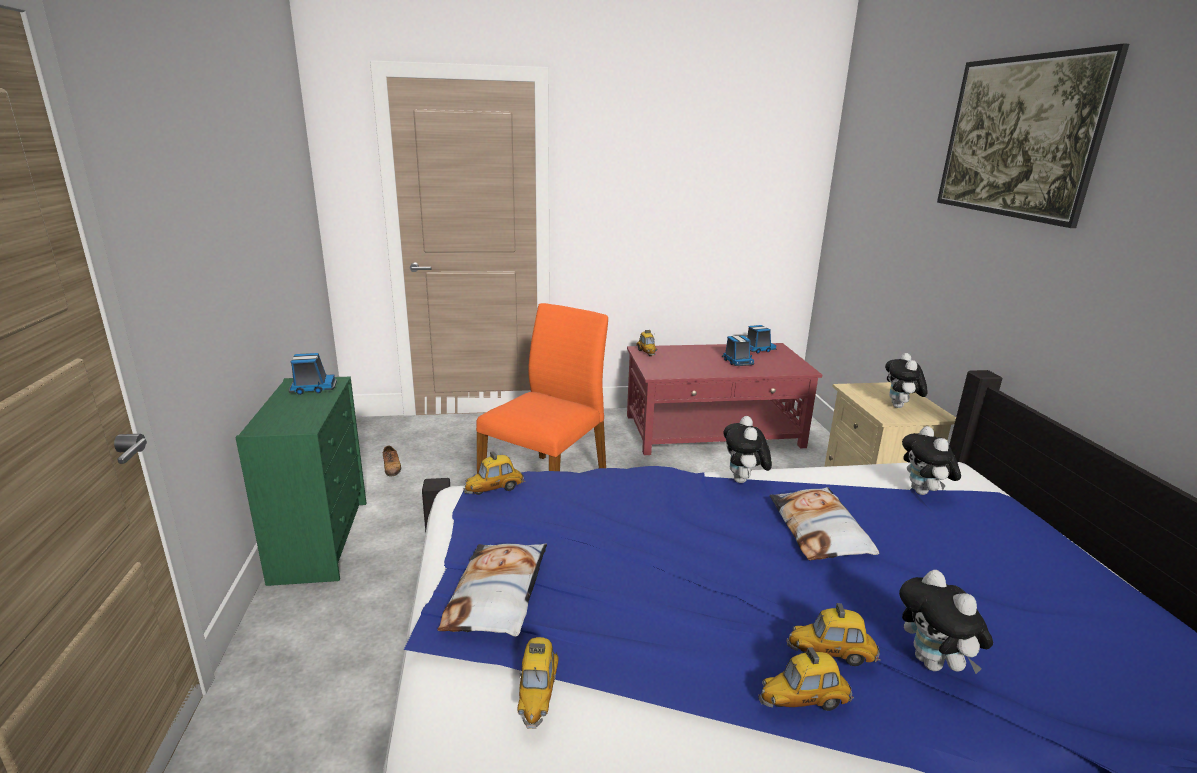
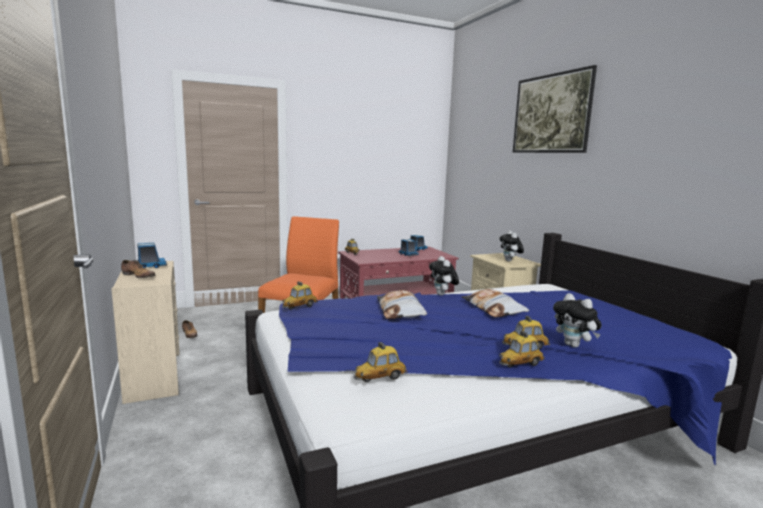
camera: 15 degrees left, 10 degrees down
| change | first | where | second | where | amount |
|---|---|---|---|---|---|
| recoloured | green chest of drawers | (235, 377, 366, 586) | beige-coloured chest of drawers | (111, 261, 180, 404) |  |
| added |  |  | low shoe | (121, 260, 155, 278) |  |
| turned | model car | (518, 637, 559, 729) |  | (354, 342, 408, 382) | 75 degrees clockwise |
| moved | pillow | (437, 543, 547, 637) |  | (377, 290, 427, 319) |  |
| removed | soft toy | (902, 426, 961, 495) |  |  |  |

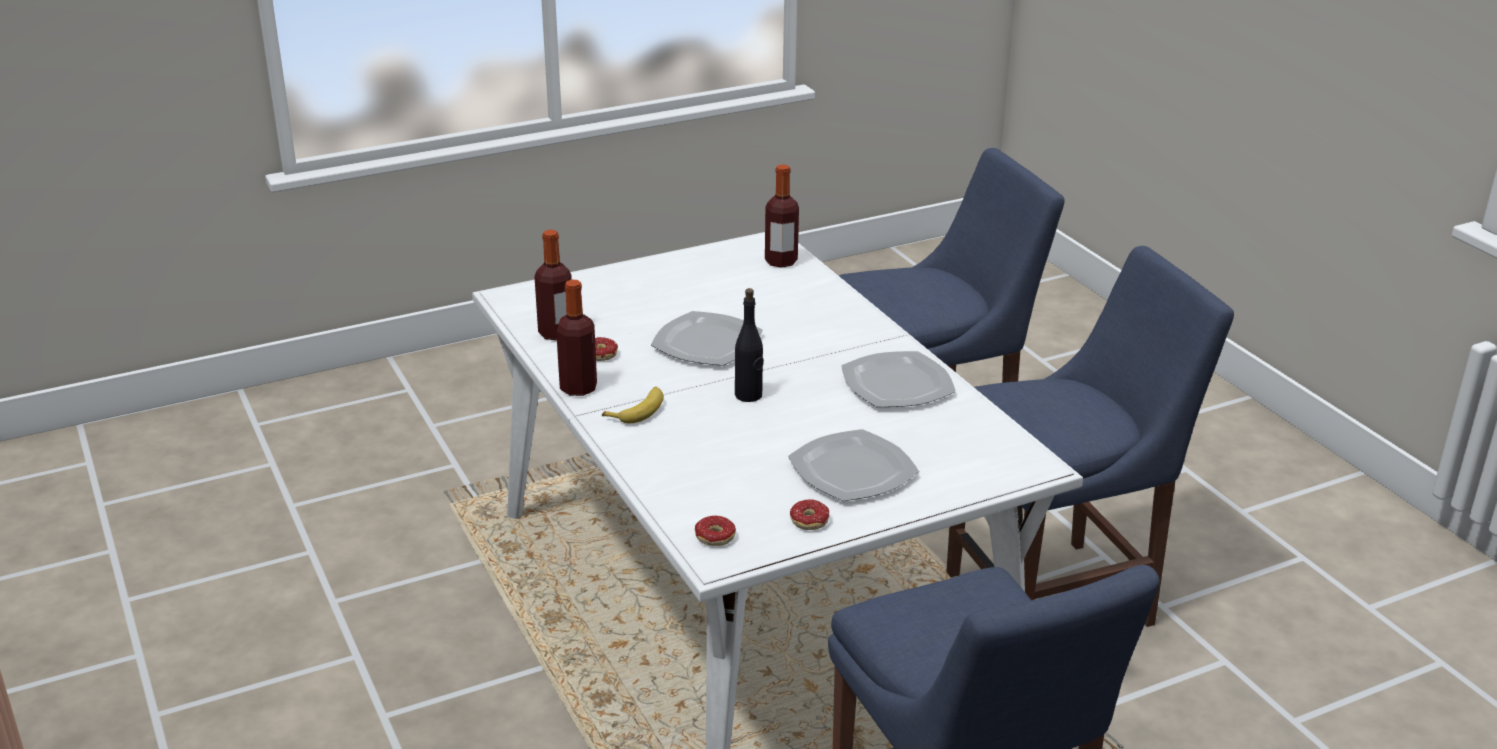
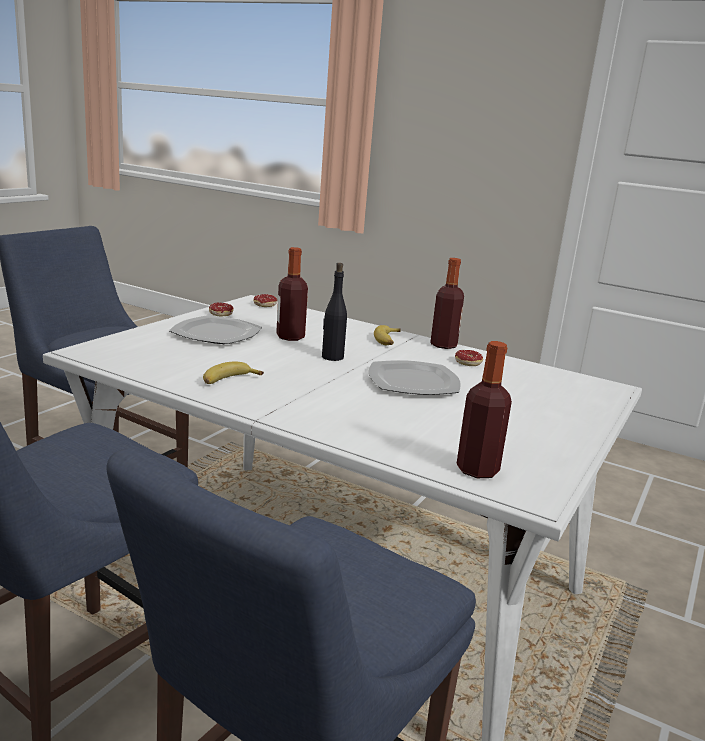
camera: 145 degrees right, 10 degrees down
| change | first | where | second | where | amount |
|---|---|---|---|---|---|
| replaced | flat dish | (841, 351, 956, 407) | banana fruit | (203, 362, 264, 384) |  |
| moved | beverage bottle | (534, 230, 572, 341) |  | (276, 247, 308, 341) |  |

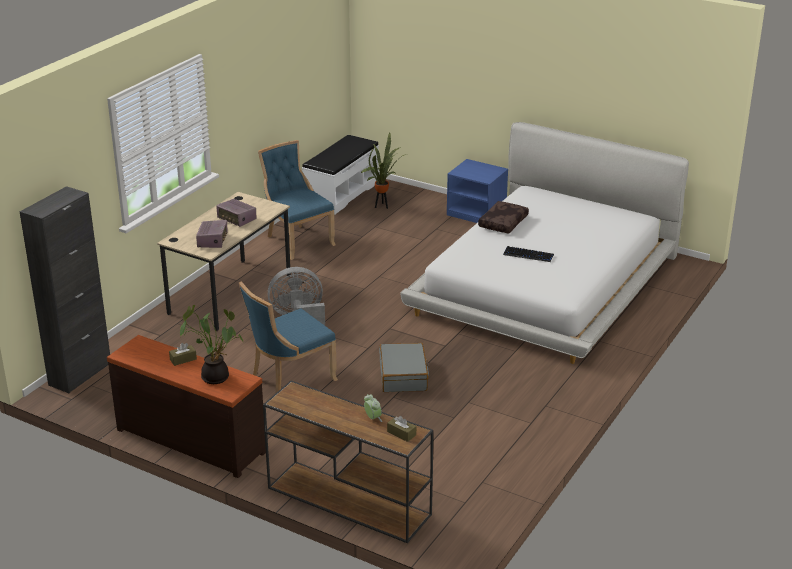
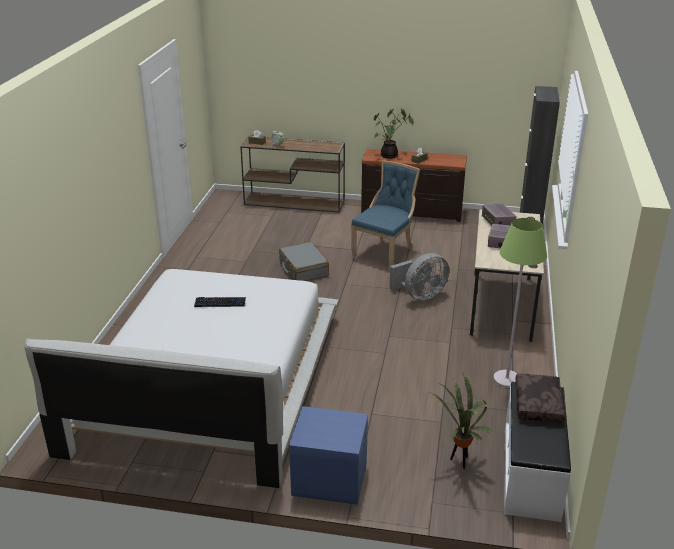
camera: 160 degrees right, 0 degrees up
| change | first | where | second | where | amount |
|---|---|---|---|---|---|
| replaced | blue-coloured upright chair | (258, 140, 336, 260) | green standard lamp | (494, 218, 547, 388) |  |
| moved | brownish pillow | (478, 201, 529, 233) |  | (515, 373, 565, 423) |  |

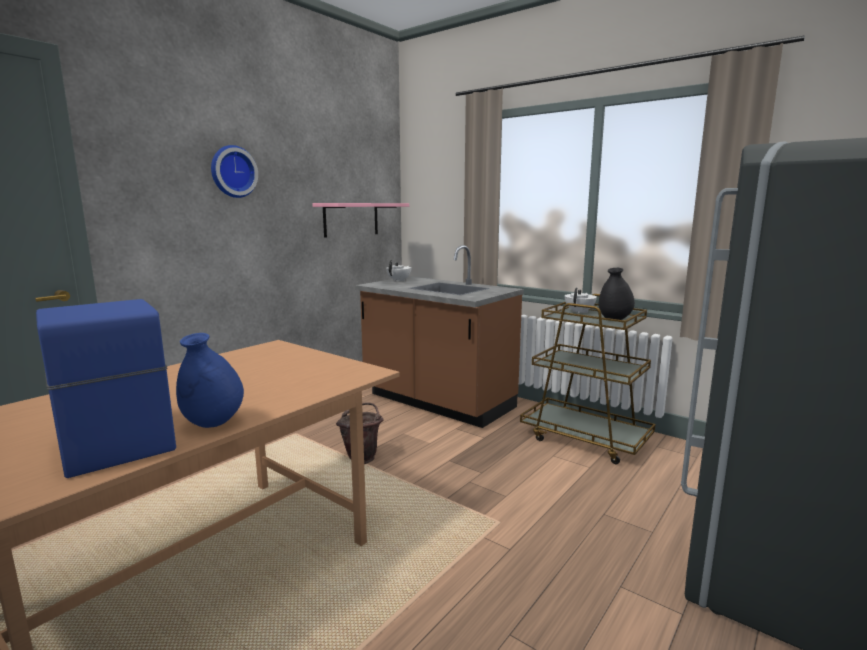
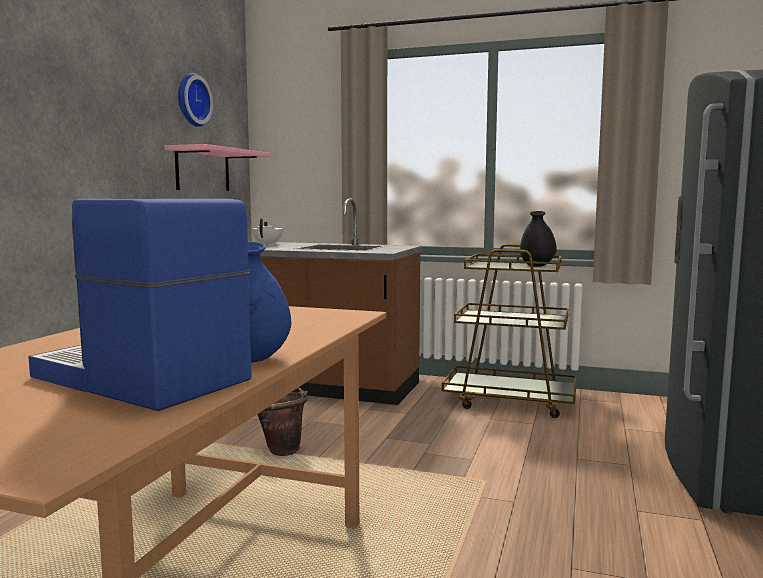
camera: 20 degrees left, 5 degrees down
| change | first | where | second | where | amount |
|---|---|---|---|---|---|
| moved | clock on the wall | (211, 145, 258, 198) |  | (178, 73, 213, 127) |  |
| removed | white teapot | (565, 288, 597, 314) |  |  |  |

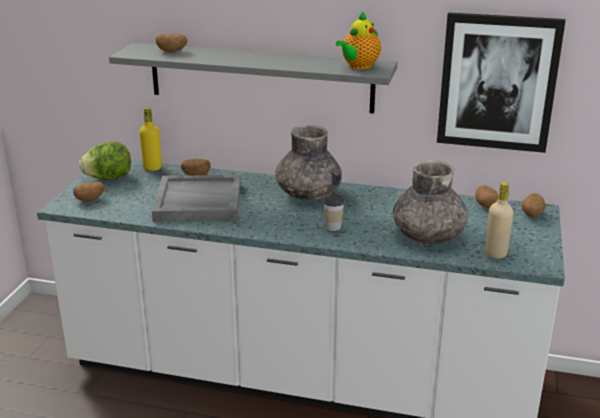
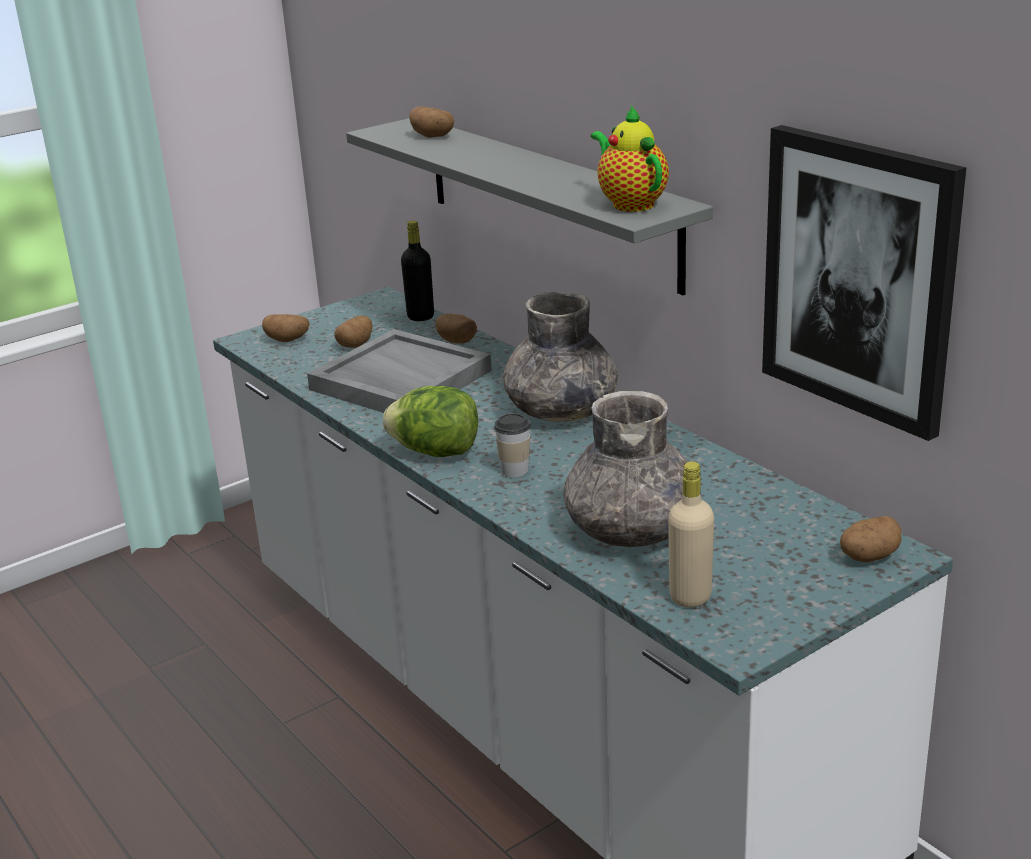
camera: 40 degrees right, 0 degrees up
| change | first | where | second | where | amount |
|---|---|---|---|---|---|
| moved | whole potato | (475, 186, 498, 208) |  | (334, 316, 373, 348) |  |
| moved | lettuce head | (79, 142, 131, 180) |  | (383, 386, 478, 457) |  |
| recoloured | yellowish beverage bottle | (139, 108, 162, 171) | black-coloured beverage bottle | (401, 220, 434, 321) |  |
| turned | teapot | (336, 12, 381, 69) |  | (591, 105, 669, 212) | 75 degrees clockwise |

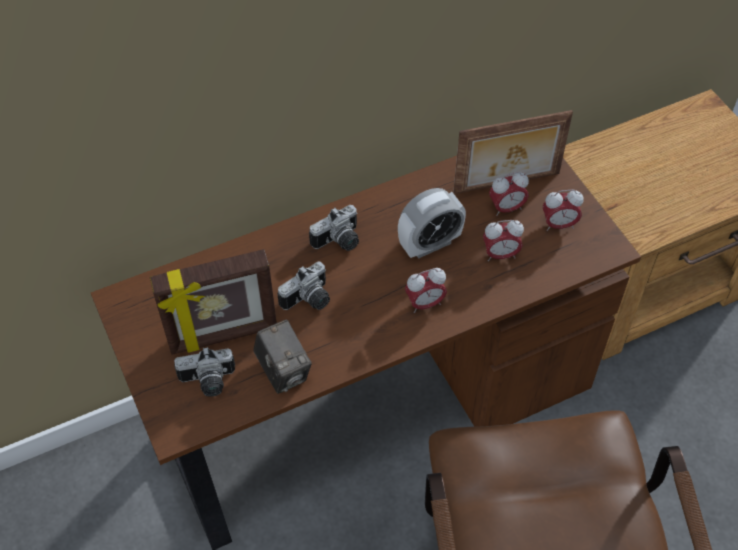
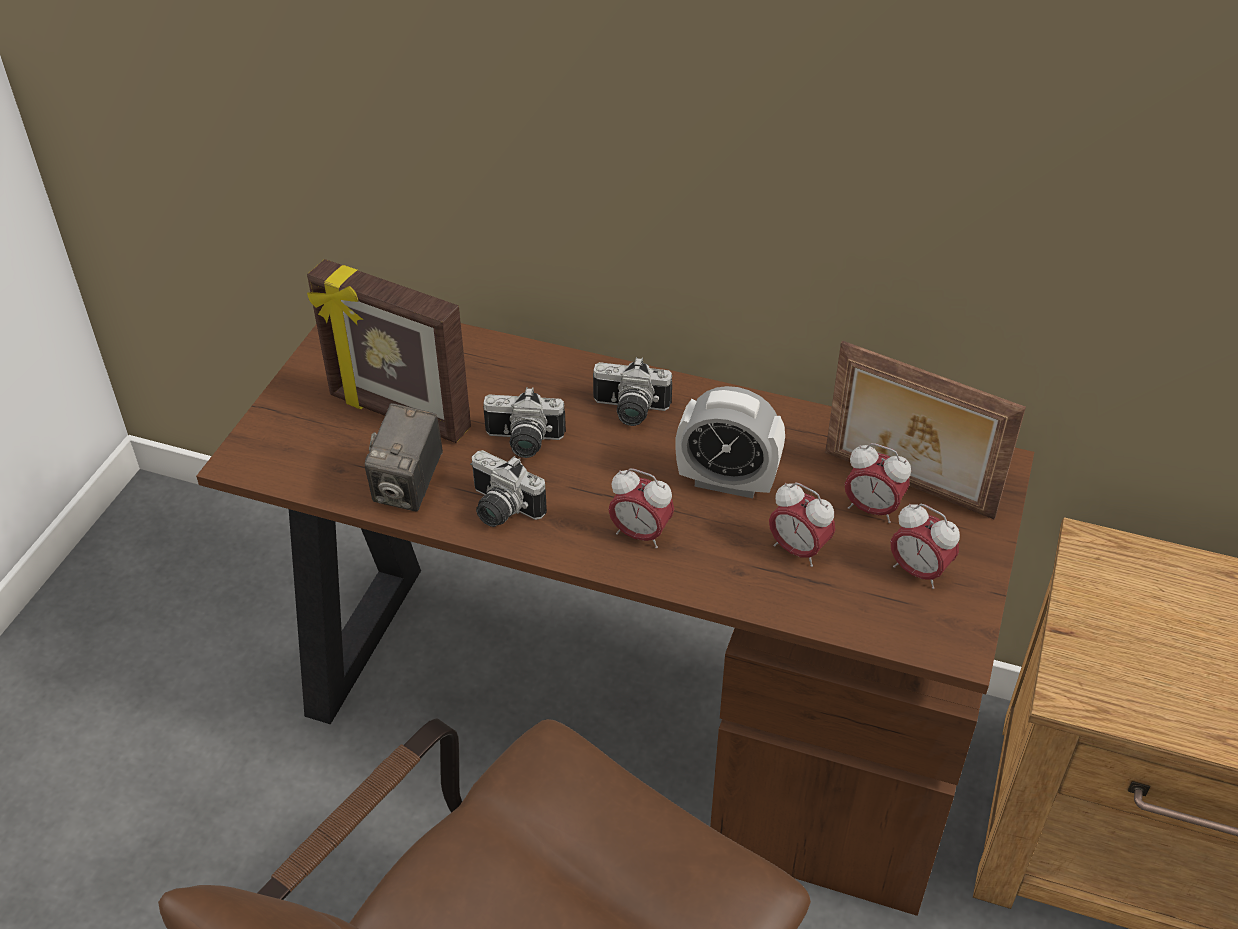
camera: 45 degrees right, 10 degrees down
| change | first | where | second | where | amount |
|---|---|---|---|---|---|
| moved | still camera | (174, 347, 235, 397) |  | (470, 450, 547, 527) |  |

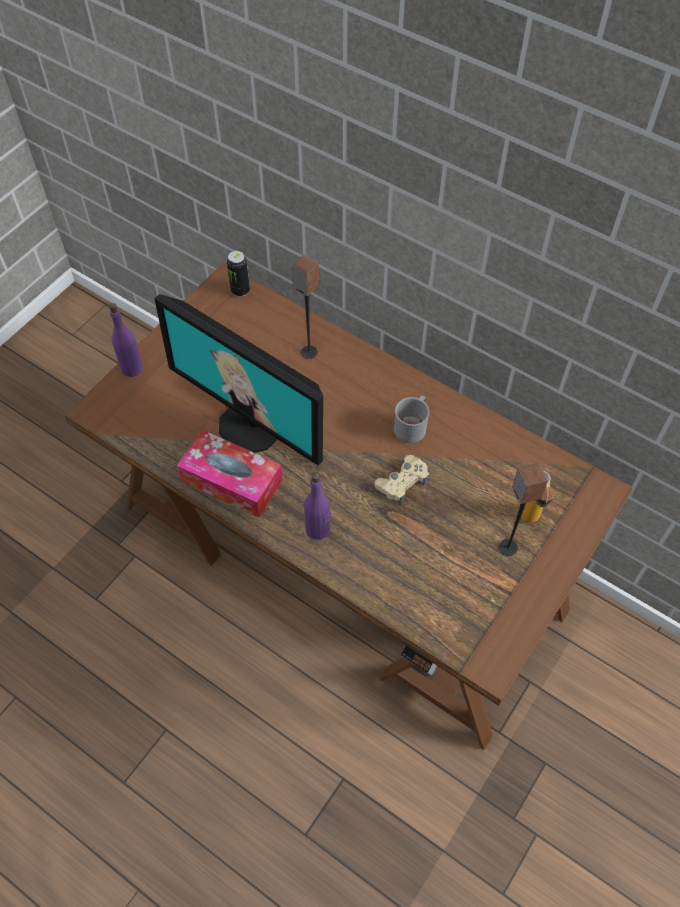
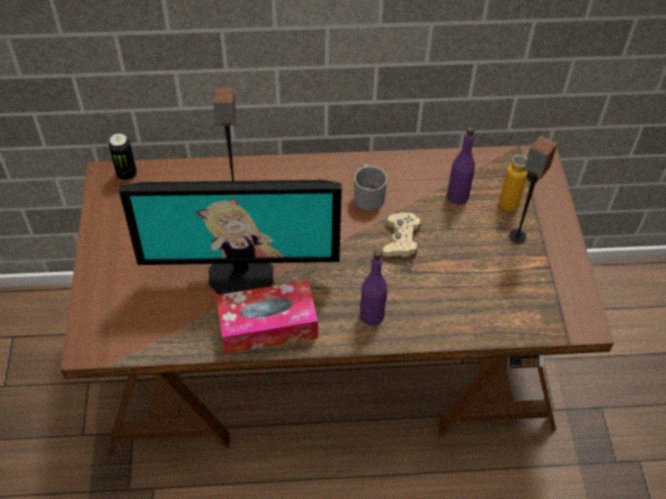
camera: 40 degrees left, 5 degrees down
| change | first | where | second | where | amount |
|---|---|---|---|---|---|
| moved | purplish beverage bottle | (109, 303, 143, 377) |  | (447, 127, 475, 205) |  |

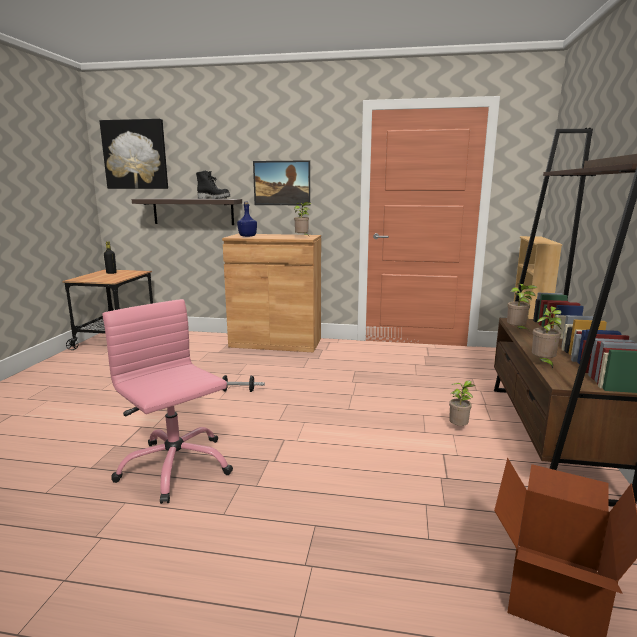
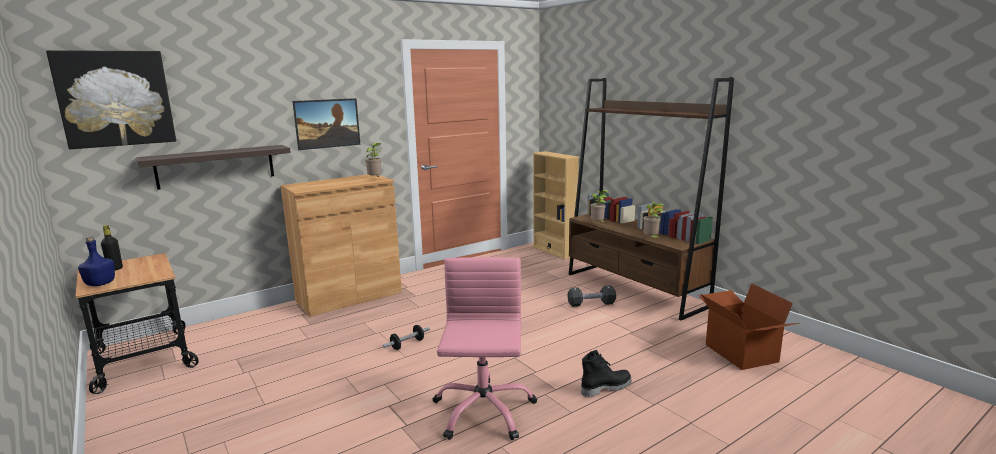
camera: 45 degrees left, 0 degrees up
| change | first | where | second | where | amount |
|---|---|---|---|---|---|
| moved | blue-coloured beverage bottle | (237, 202, 257, 237) |  | (78, 236, 115, 286) |  |
| turned | pink-coloured desk chair | (102, 299, 233, 504) |  | (433, 257, 537, 440) | 90 degrees clockwise |
| replaced | plant in a pot | (449, 381, 475, 426) | black-coloured dumbbell | (568, 285, 616, 307) |  |
| moved | black-coloured boot | (196, 171, 230, 199) |  | (581, 350, 632, 397) |  |

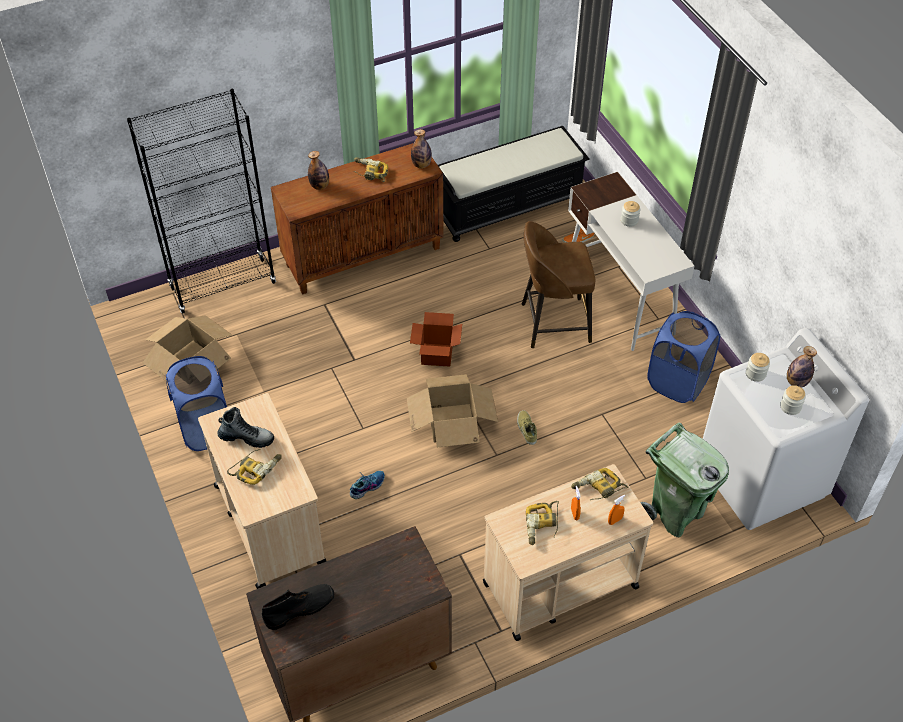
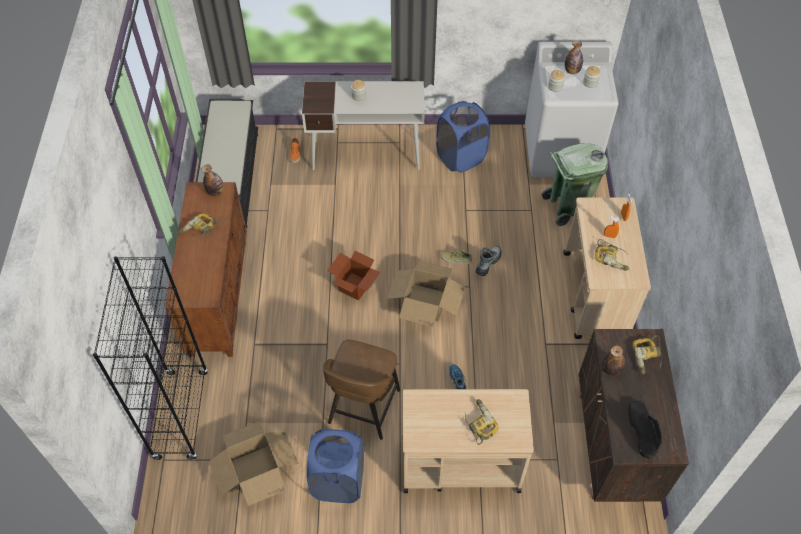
camera: 65 degrees left, 5 degrees up
| change | first | where | second | where | amount |
|---|---|---|---|---|---|
| moved | brownish sitting stool | (522, 221, 595, 348) |  | (323, 340, 400, 440) |  |
| moved | boot | (217, 407, 274, 448) |  | (475, 246, 501, 276) |  |
| moved | beverage bottle | (308, 151, 329, 190) |  | (602, 346, 625, 376) |  |
| moved | drill | (571, 468, 629, 500) |  | (633, 335, 662, 374) |  |

